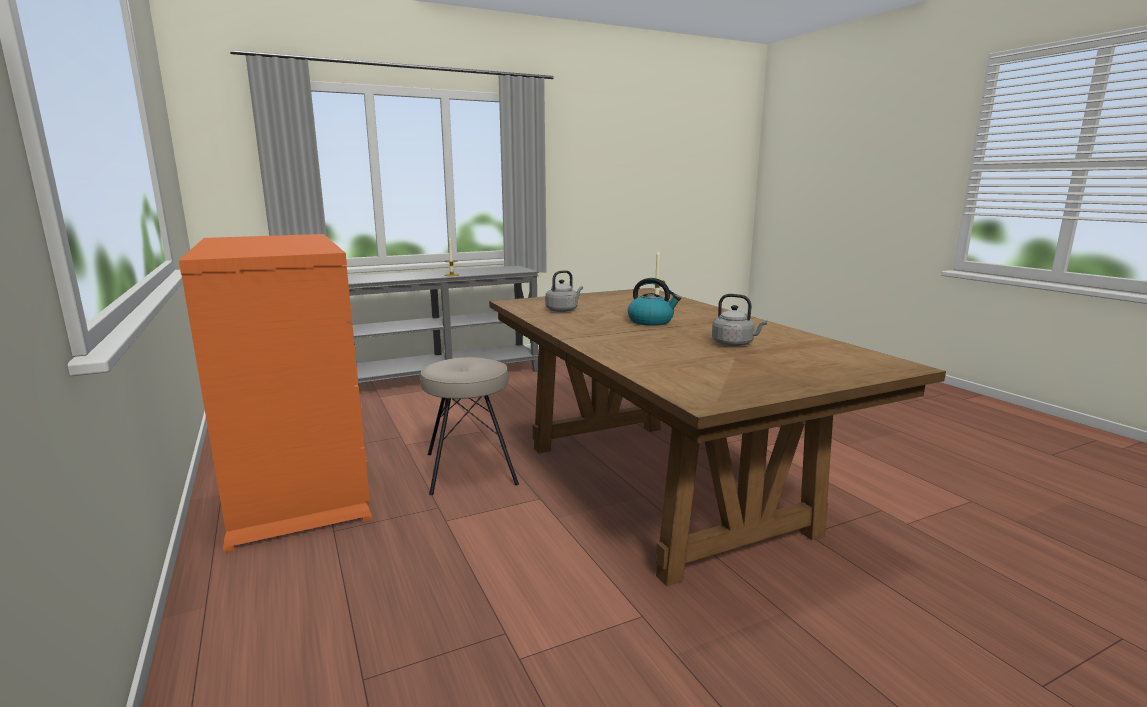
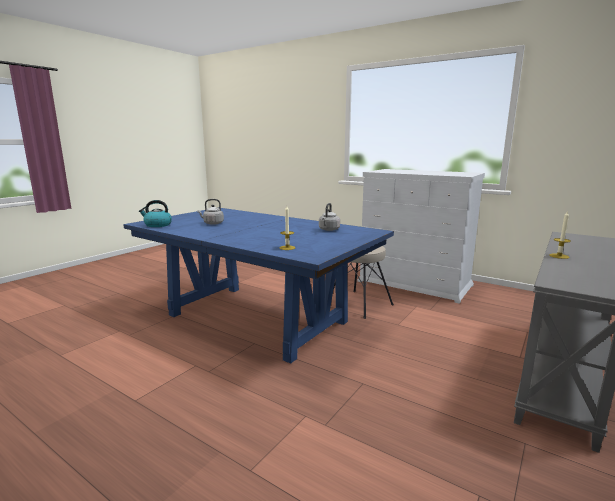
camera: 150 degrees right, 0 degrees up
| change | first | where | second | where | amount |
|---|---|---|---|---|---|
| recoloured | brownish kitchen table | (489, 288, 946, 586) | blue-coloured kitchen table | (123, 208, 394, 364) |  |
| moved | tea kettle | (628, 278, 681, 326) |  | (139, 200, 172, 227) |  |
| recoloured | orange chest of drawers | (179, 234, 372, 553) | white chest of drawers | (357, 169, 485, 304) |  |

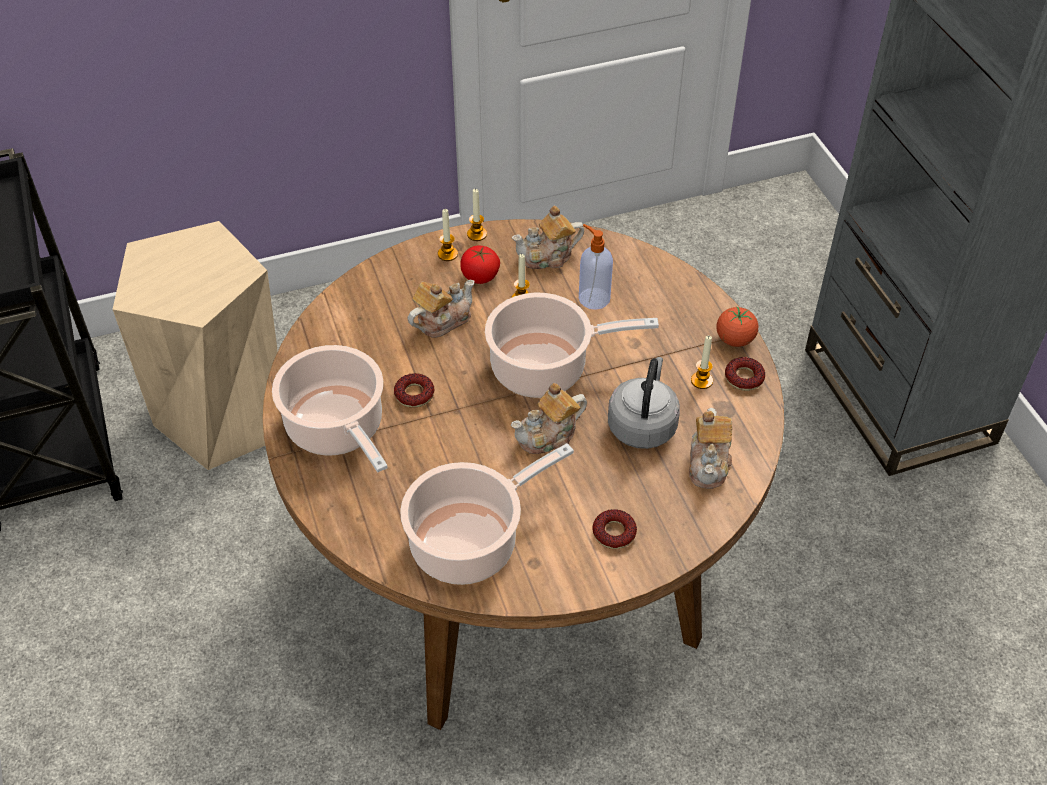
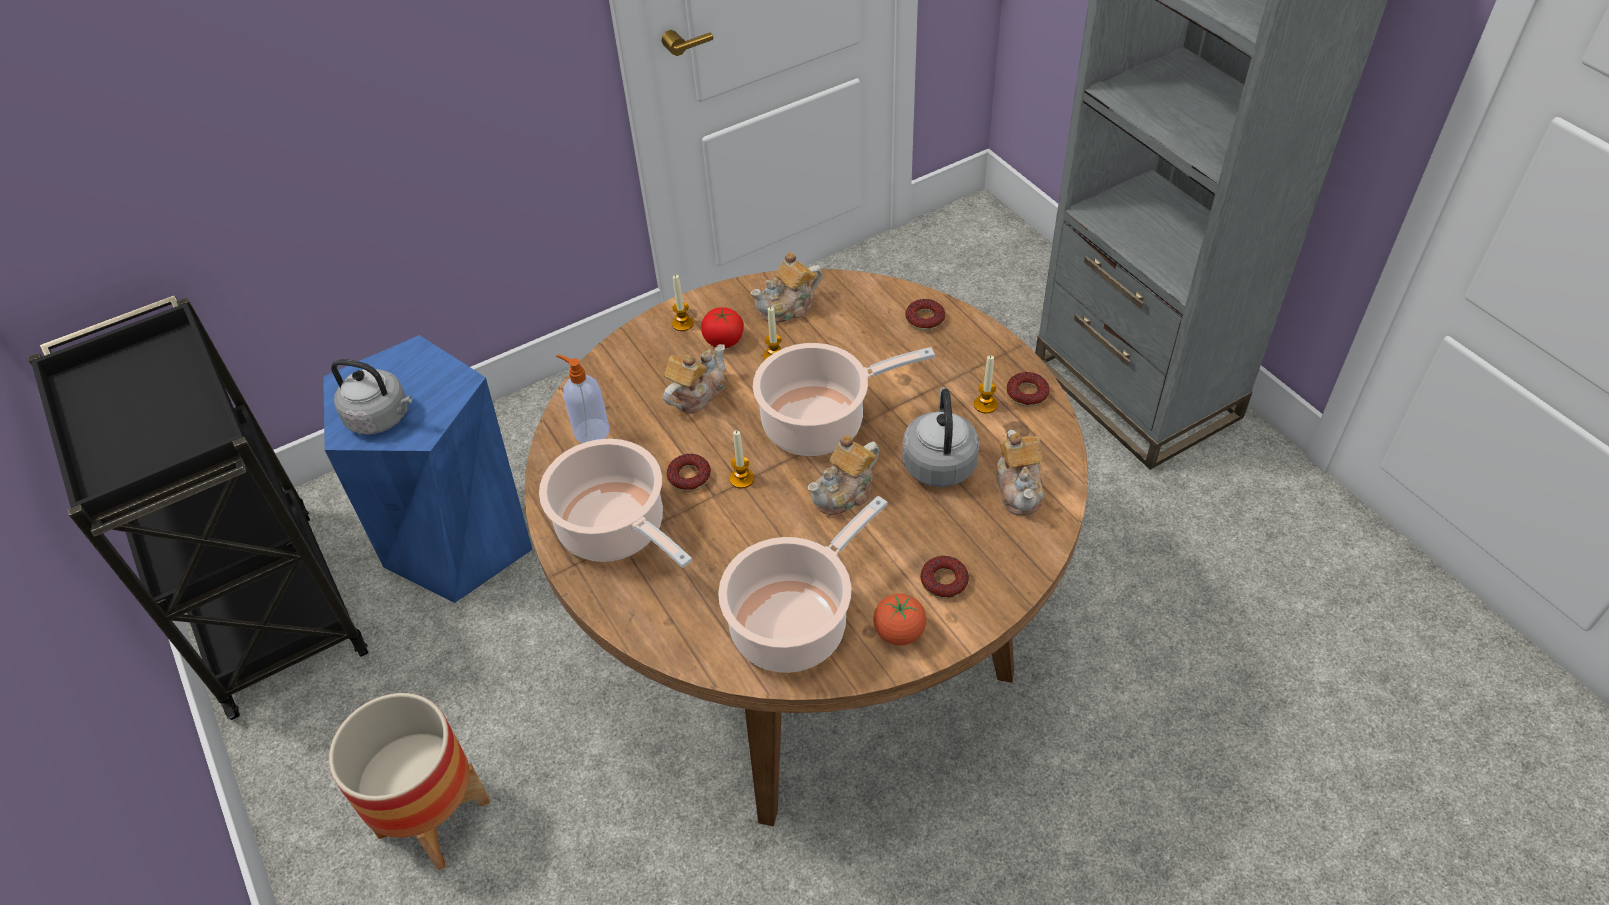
camera: 10 degrees left, 0 degrees up
| change | first | where | second | where | amount |
|---|---|---|---|---|---|
| recoloured | beige-coloured sitting stool | (113, 221, 278, 470) | blue-coloured sitting stool | (323, 335, 533, 603) |  |
| added |  |  | planter | (329, 693, 490, 870) |  |
| added |  |  | grey tea kettle | (331, 359, 412, 435) |  |
| moved | liquid soap bottle | (579, 224, 613, 310) |  | (556, 354, 610, 443) |  |
| moved | candle | (467, 189, 487, 241) |  | (730, 430, 754, 488) |  |
| moved | fresh tomato | (717, 306, 758, 347) |  | (873, 594, 926, 645) |  |
| added |  |  | doughnut | (905, 299, 945, 331) |  |

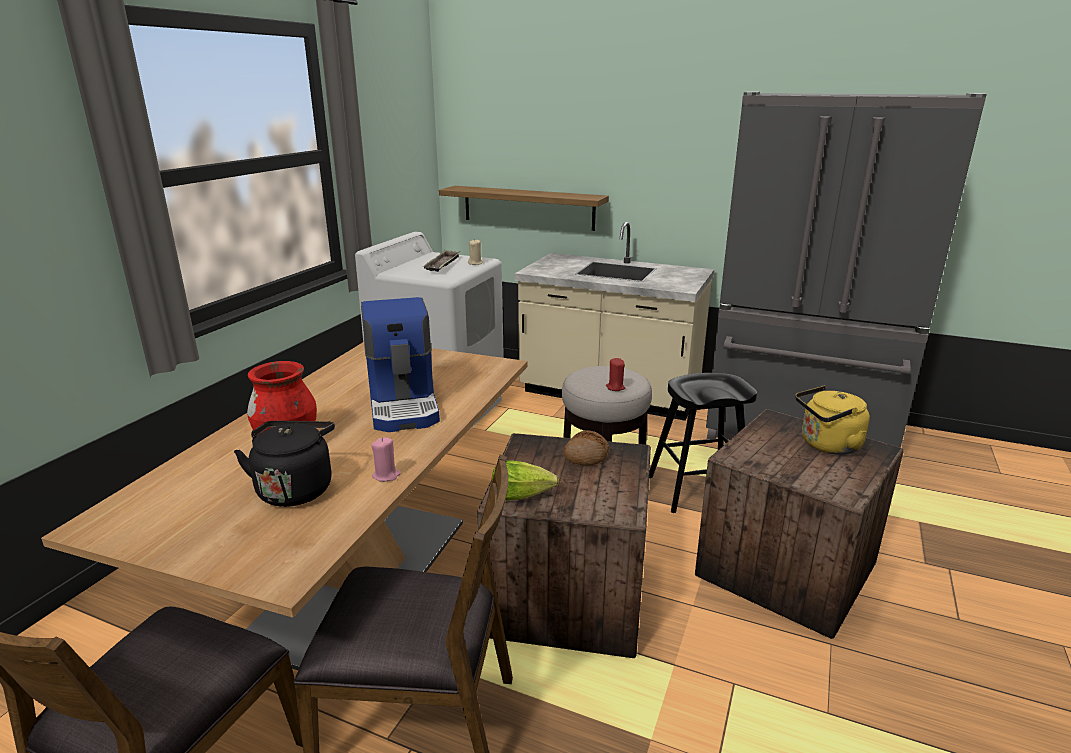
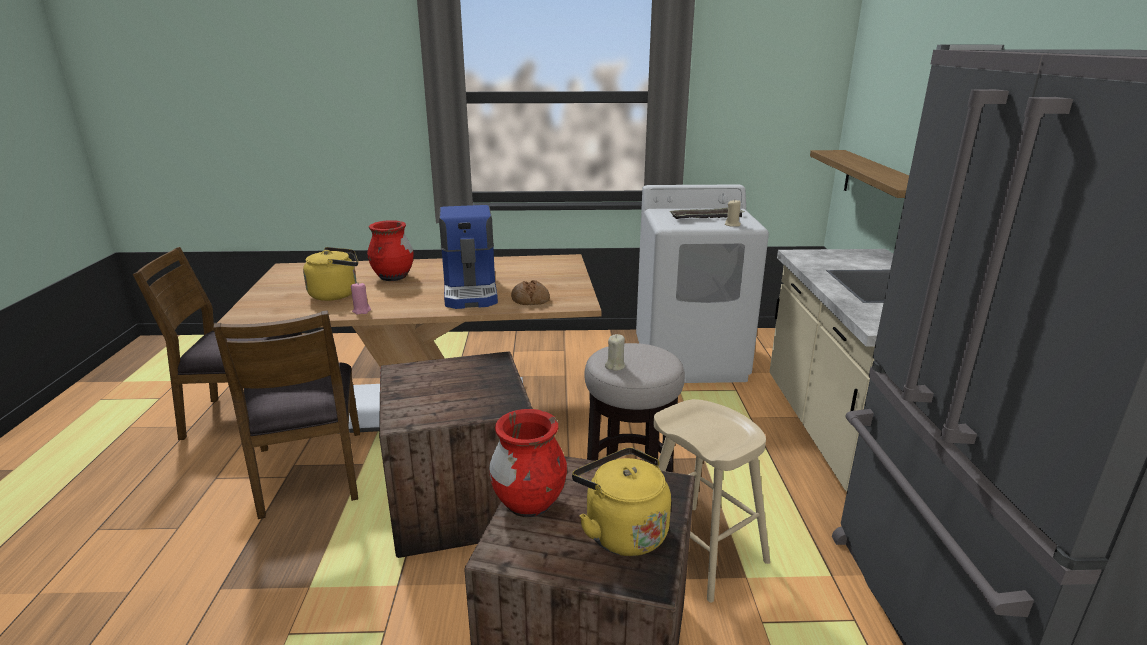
camera: 65 degrees right, 0 degrees up
| change | first | where | second | where | amount |
|---|---|---|---|---|---|
| recoloured | black-coloured tea kettle | (234, 421, 335, 507) | yellowish tea kettle | (303, 247, 358, 301) |  |
| turned | coffee brewer | (361, 297, 440, 432) |  | (439, 205, 498, 309) | 60 degrees counterclockwise |
| added |  |  | red flower vase | (489, 409, 567, 517) |  |
| moved | baked bread | (564, 430, 609, 466) |  | (511, 280, 550, 305) |  |
| recoloured | red candle | (606, 358, 625, 391) | beige-coloured candle | (605, 334, 625, 371) |  |
| recoloured | black-coloured sitting stool | (649, 373, 757, 513) | beige-coloured sitting stool | (654, 399, 770, 603) |  |
| removed | lettuce head | (492, 460, 559, 500) |  |  |  |

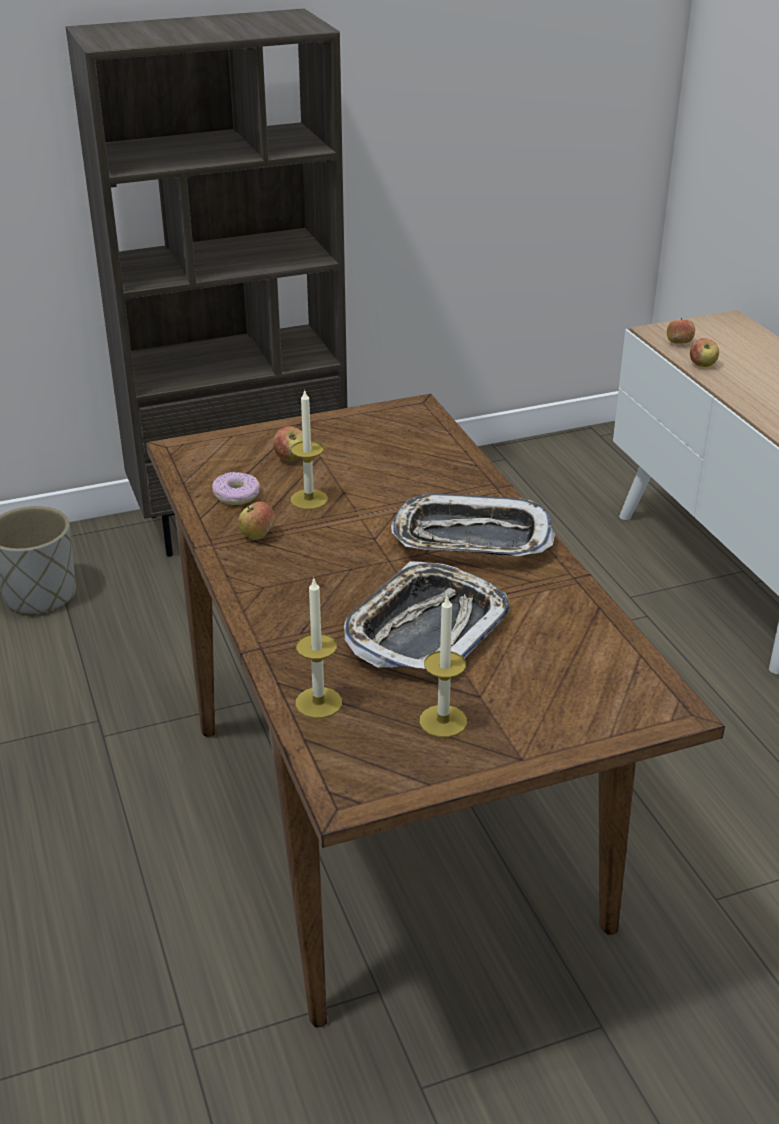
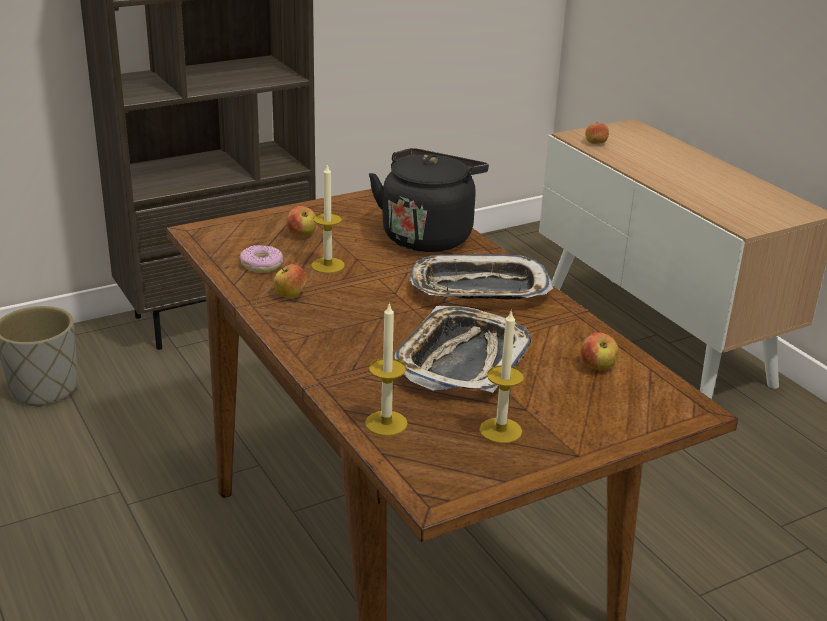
camera: 10 degrees left, 5 degrees down
| change | first | where | second | where | amount |
|---|---|---|---|---|---|
| added |  |  | black-coloured tea kettle | (369, 148, 489, 252) |  |
| moved | apple fruit | (690, 338, 719, 367) |  | (581, 332, 619, 370) |  |

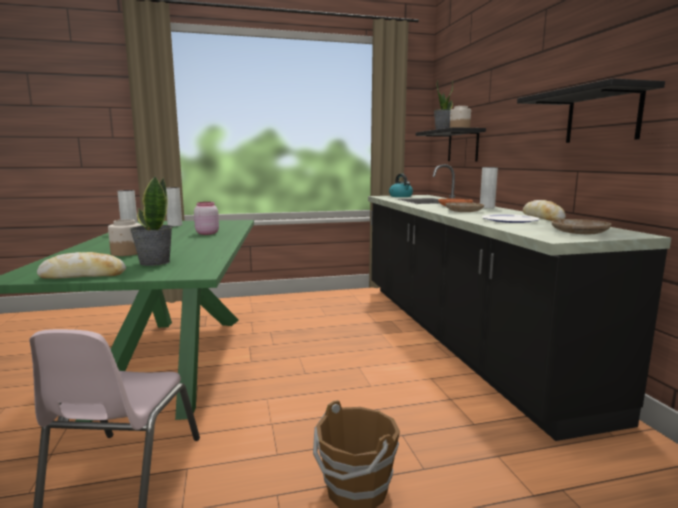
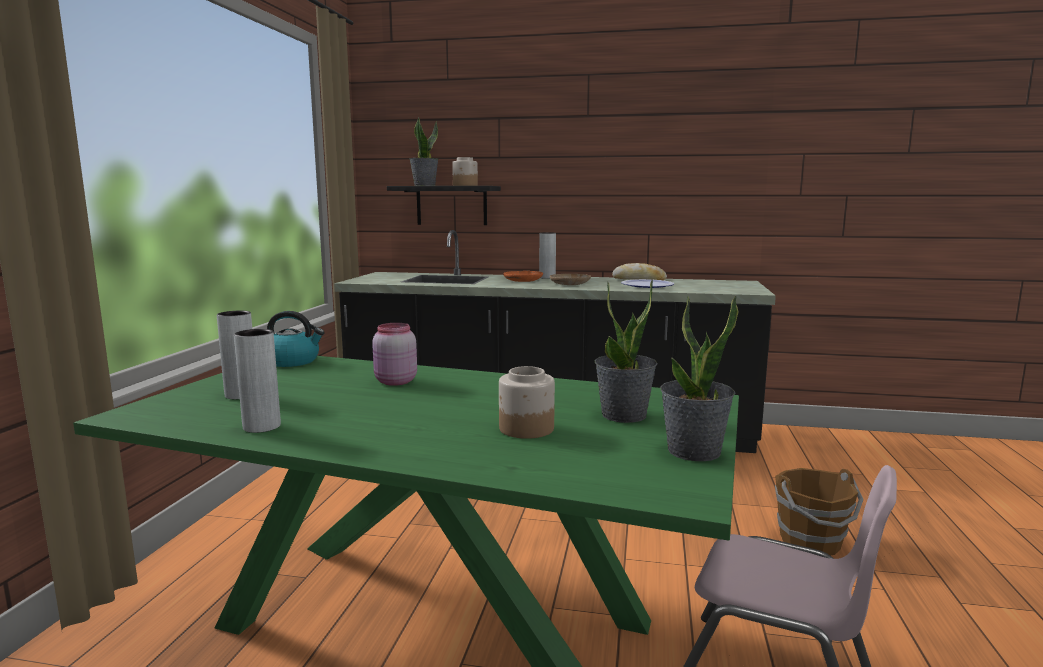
camera: 65 degrees left, 0 degrees up
| change | first | where | second | where | amount |
|---|---|---|---|---|---|
| moved | tea kettle | (389, 174, 413, 197) |  | (267, 311, 325, 367) |  |
| replaced | baked bread | (37, 252, 126, 279) | plant in a pot | (660, 295, 739, 461) |  |
| removed | black-coloured wall shelf | (517, 78, 665, 143) |  |  |  |
| removed | beige-coloured flat dish | (551, 219, 611, 234) |  |  |  |

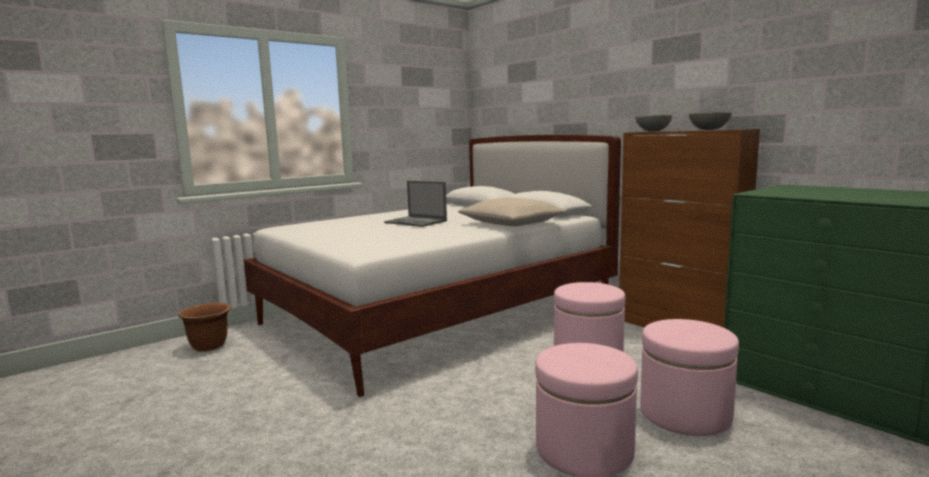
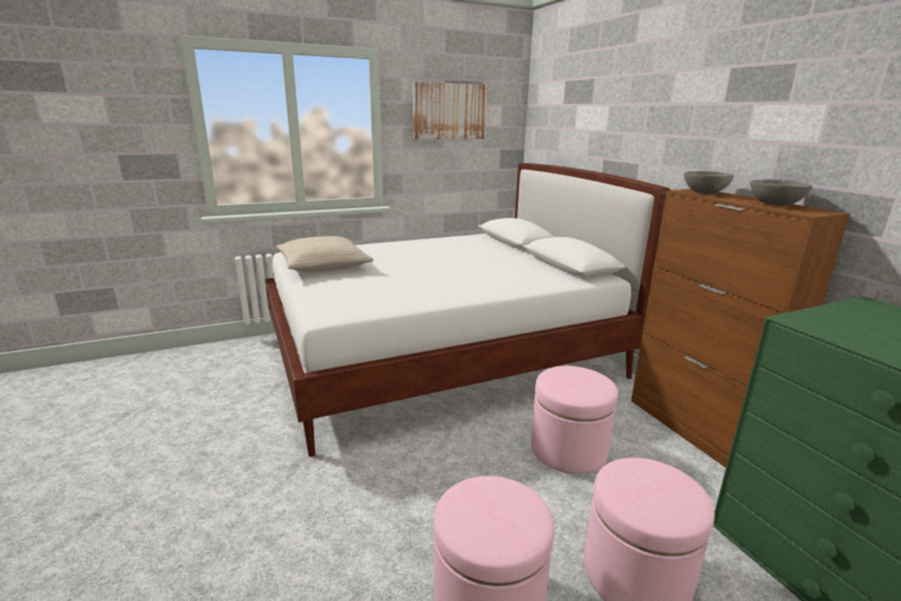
camera: 15 degrees right, 10 degrees up
| change | first | where | second | where | amount |
|---|---|---|---|---|---|
| moved | beige-coloured pillow | (458, 198, 567, 226) |  | (276, 236, 374, 272) |  |
| added |  |  | wall picture | (413, 82, 488, 139) |  |
| removed | brownish planter | (178, 303, 231, 351) |  |  |  |
| removed | notebook computer | (384, 181, 447, 227) |  |  |  |

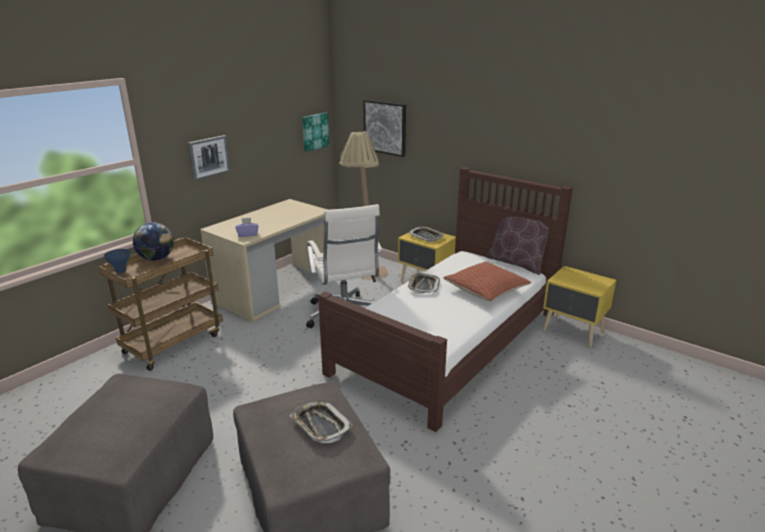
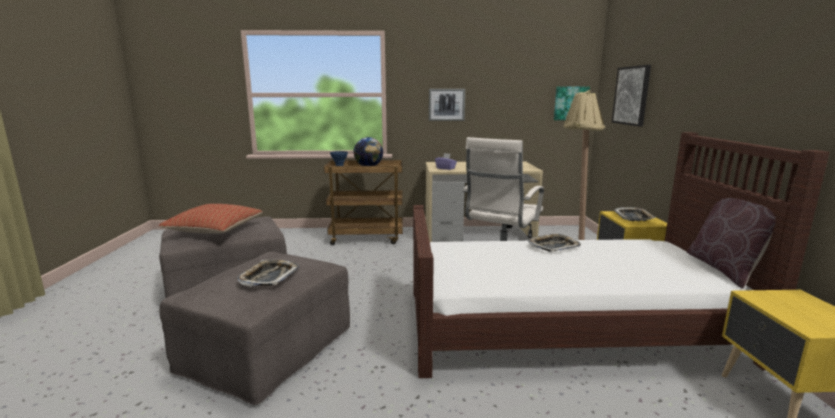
camera: 50 degrees right, 10 degrees down
| change | first | where | second | where | amount |
|---|---|---|---|---|---|
| moved | pillow | (443, 262, 531, 302) |  | (159, 204, 263, 234) |  |

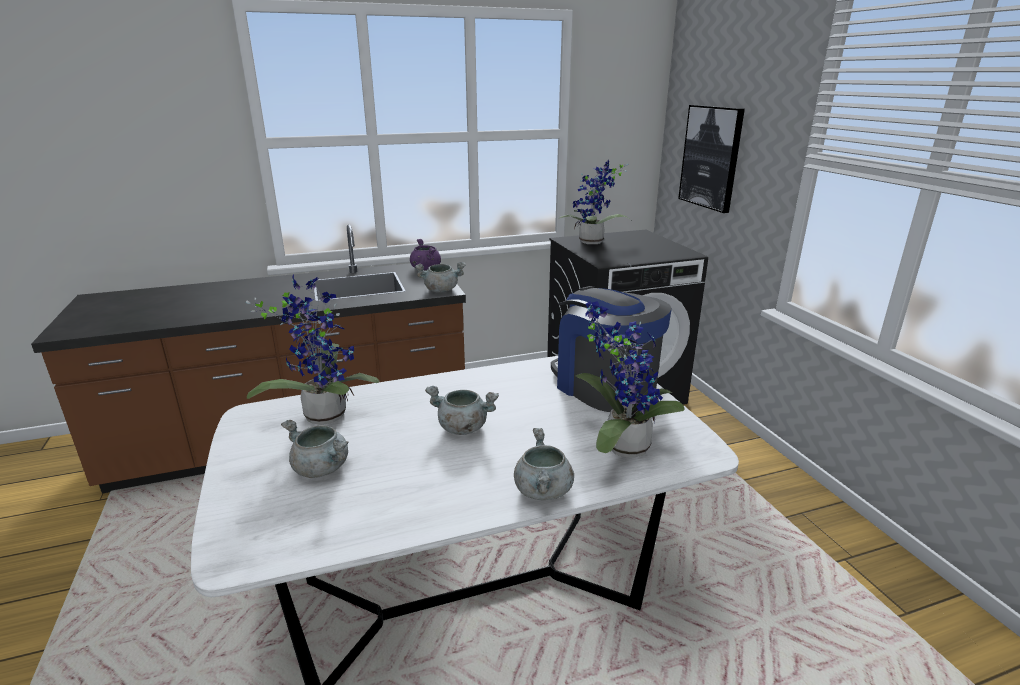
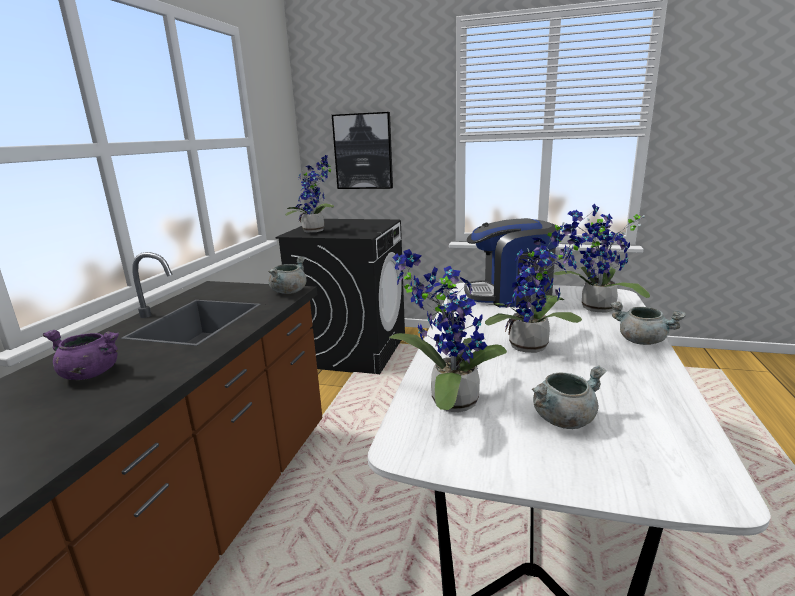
camera: 55 degrees left, 5 degrees down
| change | first | where | second | where | amount |
|---|---|---|---|---|---|
| moved | purplish stockpot | (410, 239, 441, 270) |  | (43, 330, 119, 380) |  |
| replaced | grey stockpot | (425, 386, 499, 435) | plant in a pot | (485, 221, 583, 353) |  |

